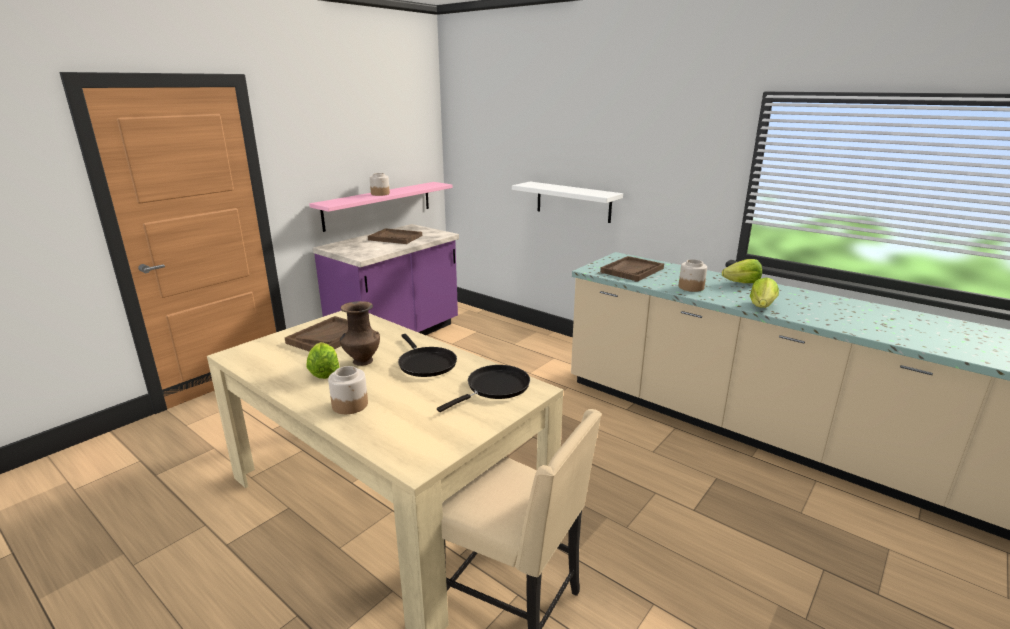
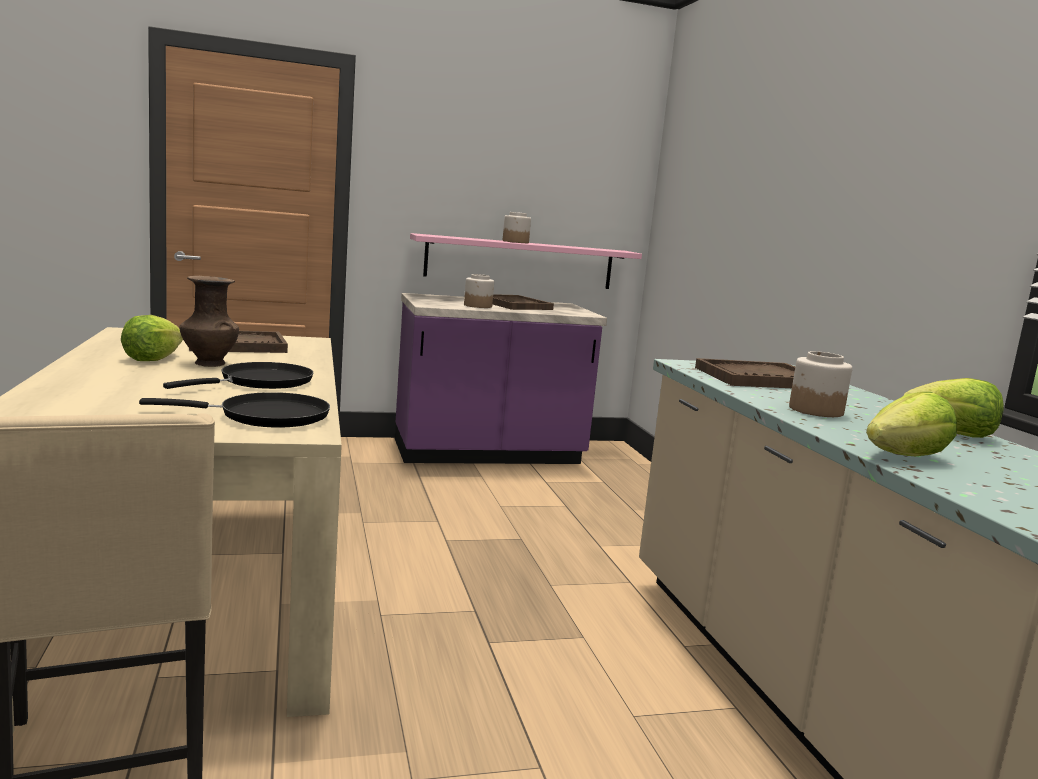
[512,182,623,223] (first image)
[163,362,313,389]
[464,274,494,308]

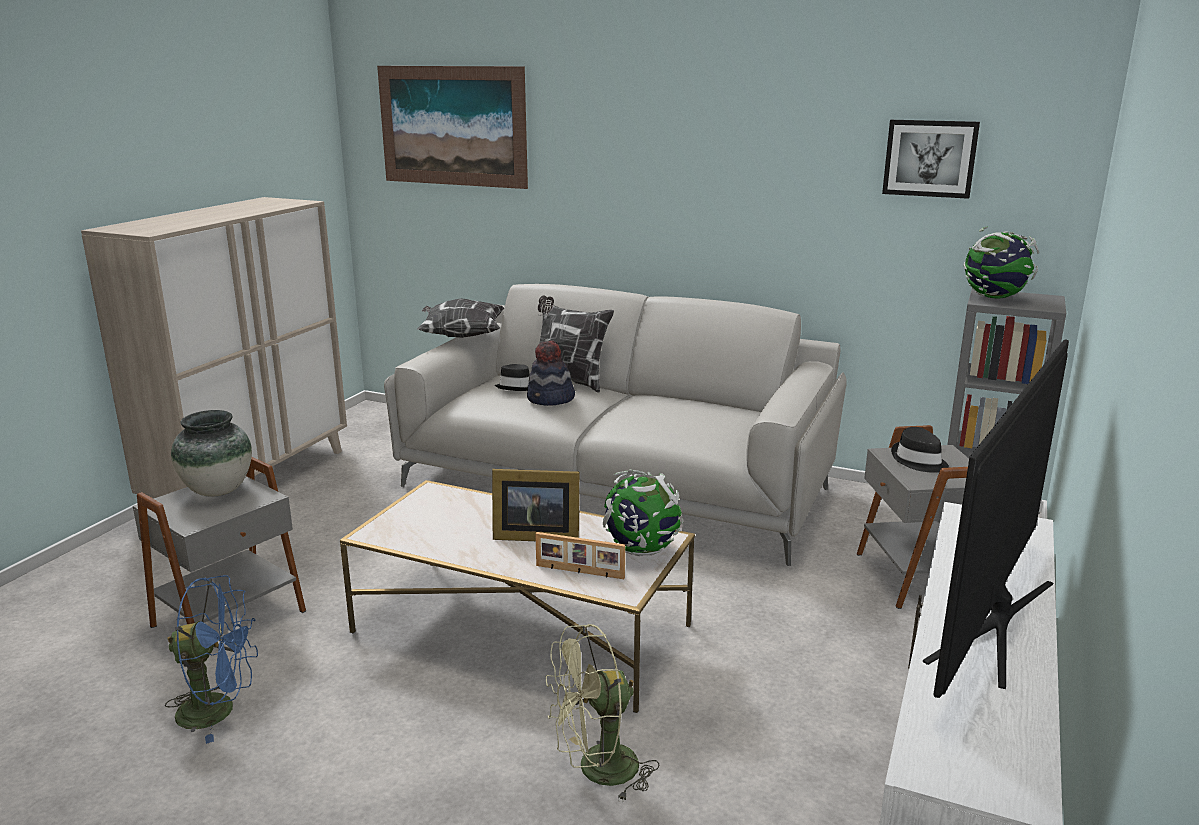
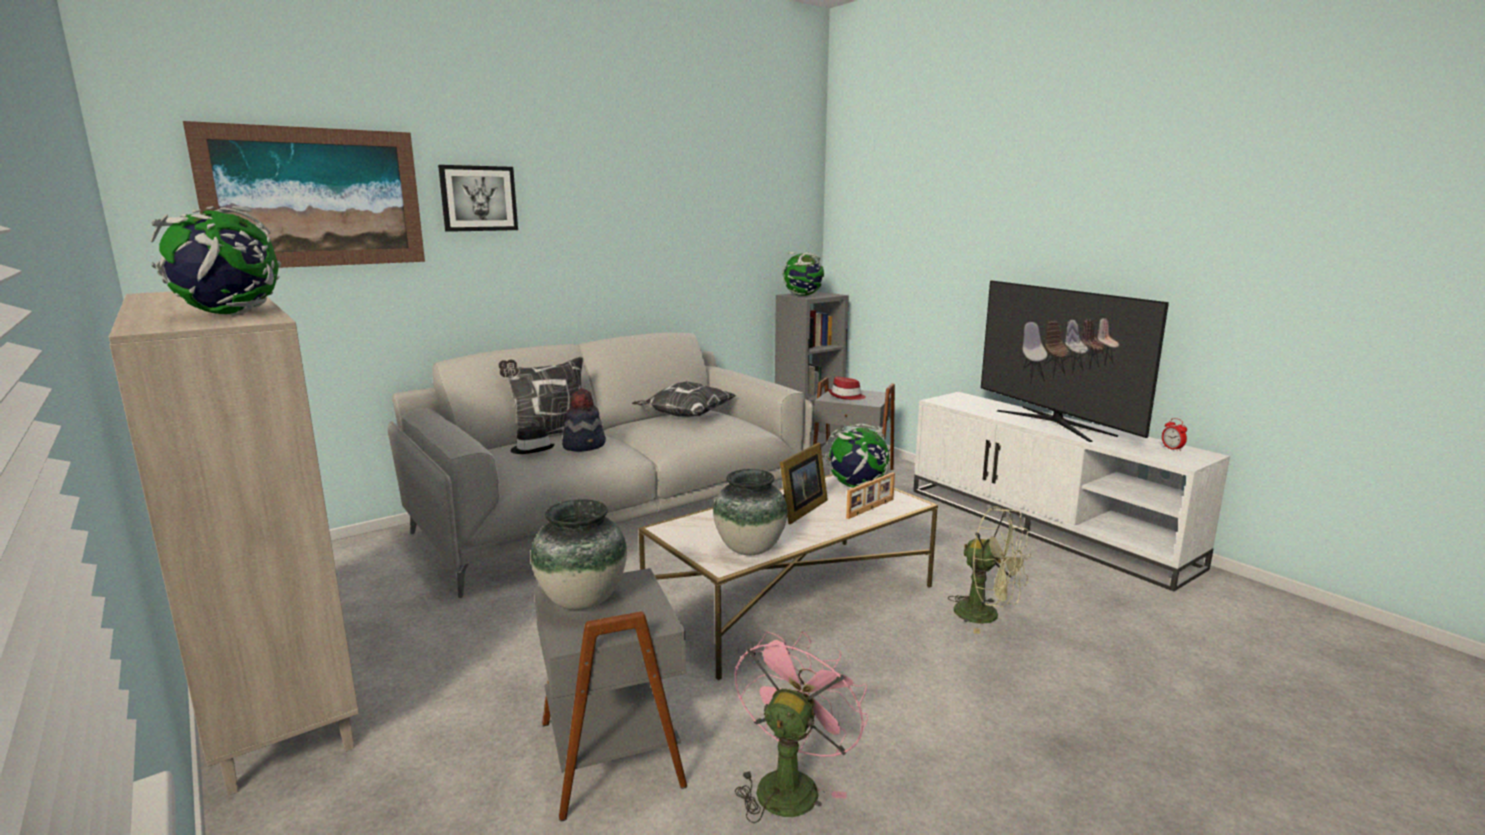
[438,165,518,232]
[632,381,737,417]
[828,376,866,400]
[735,631,868,823]
[948,506,1031,634]
[150,206,281,315]
[1162,418,1187,451]
[713,469,787,555]

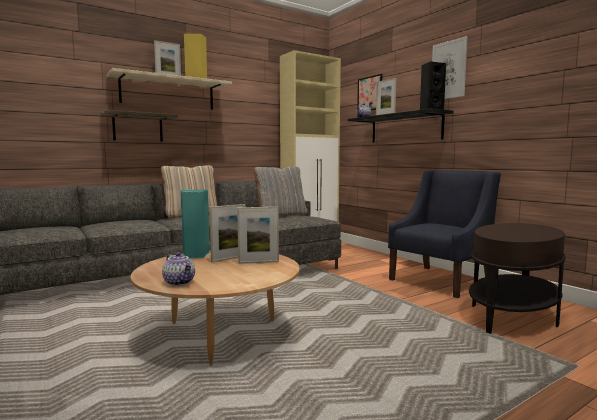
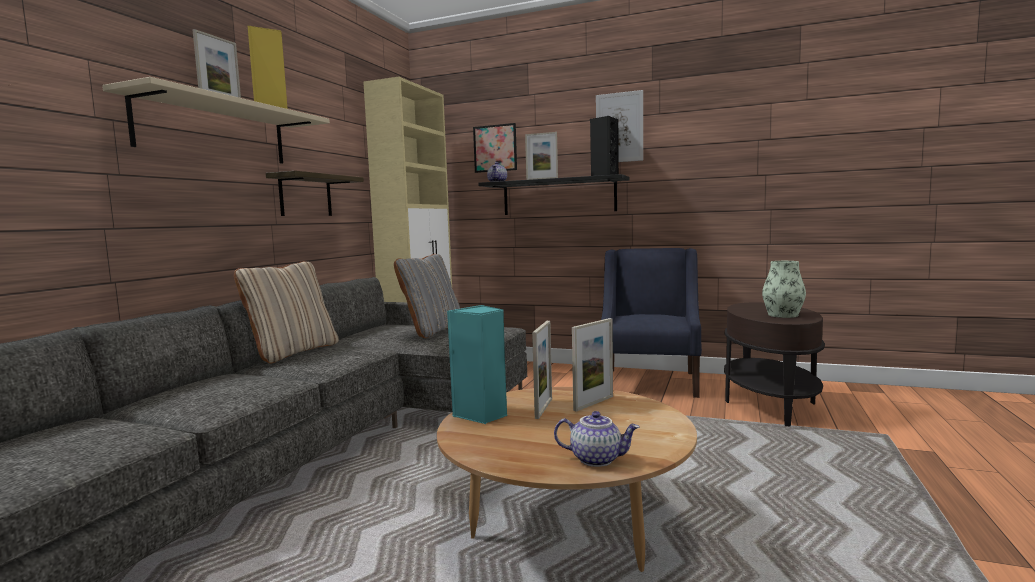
[266,171,364,216]
[762,261,806,318]

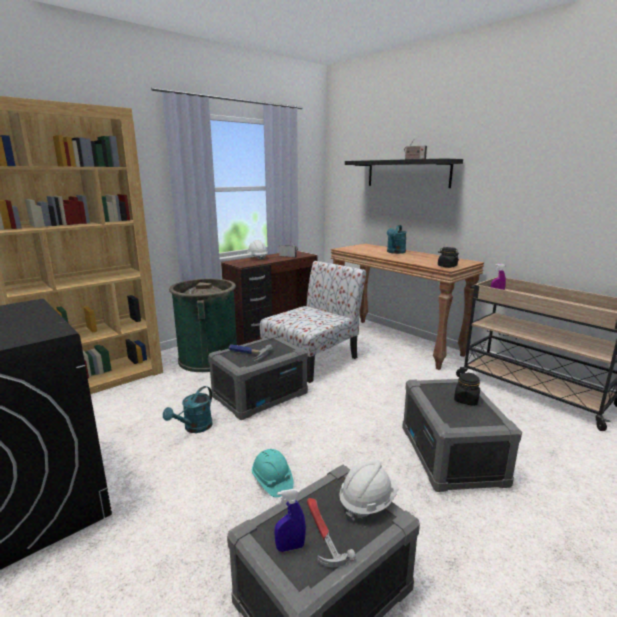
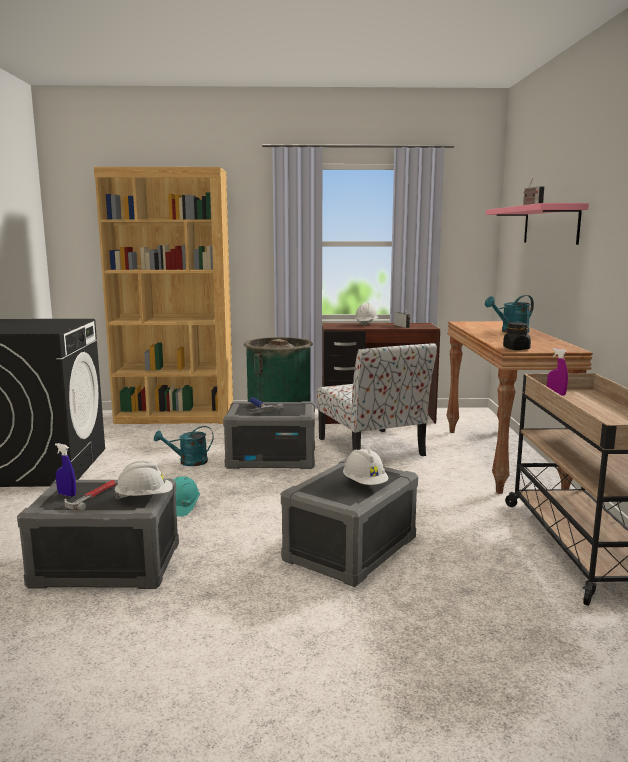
[485,203,589,245]
[317,343,437,456]
[343,448,389,485]

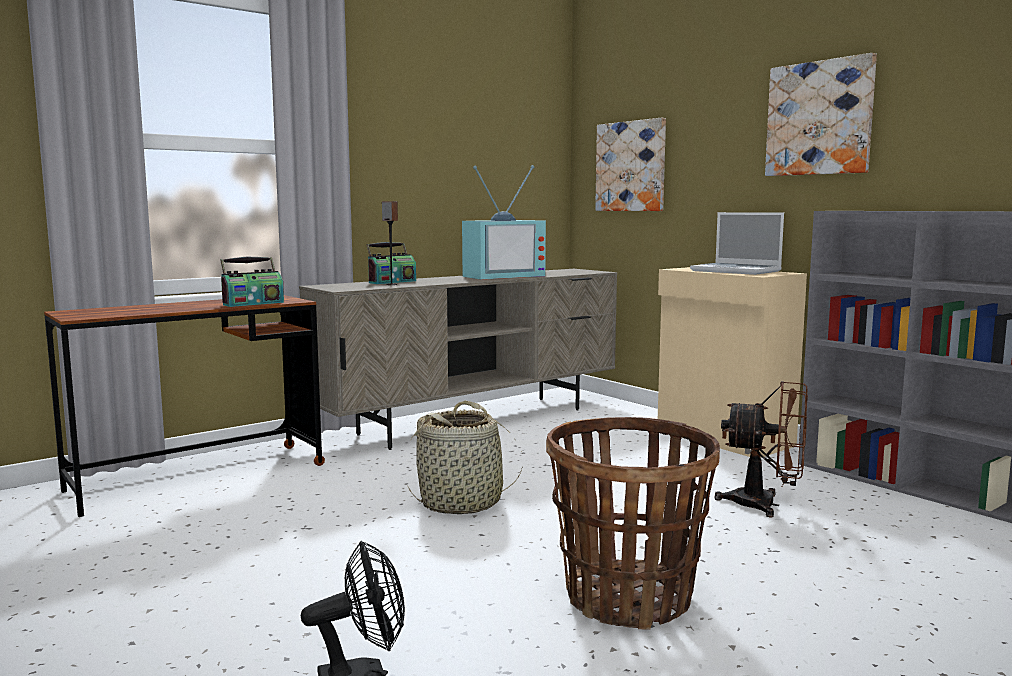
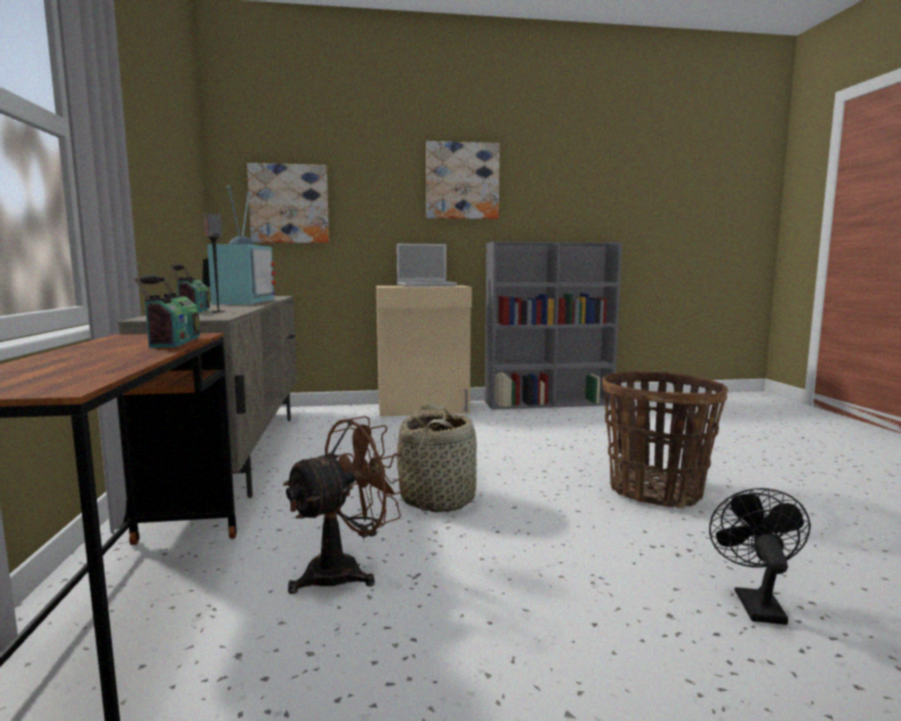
[283,416,408,594]

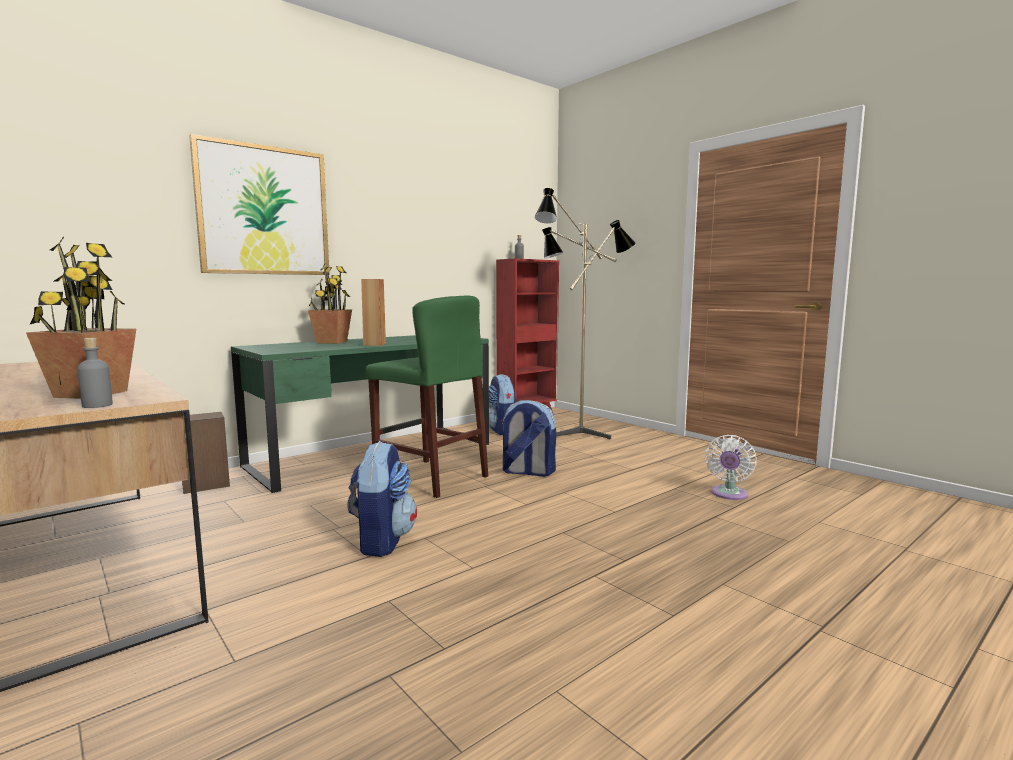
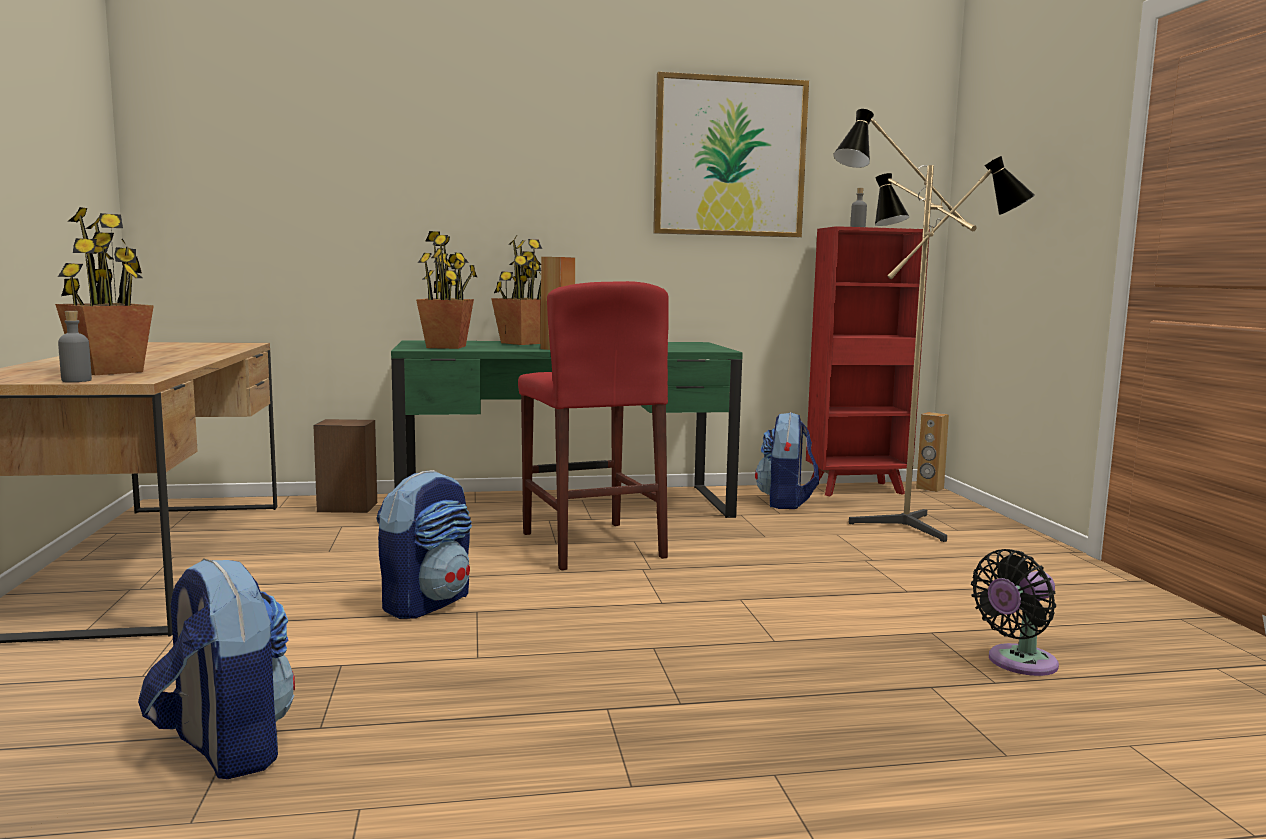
[653,72,809,237]
[518,281,669,570]
[138,558,295,779]
[971,549,1059,676]
[416,231,477,349]
[916,412,949,492]

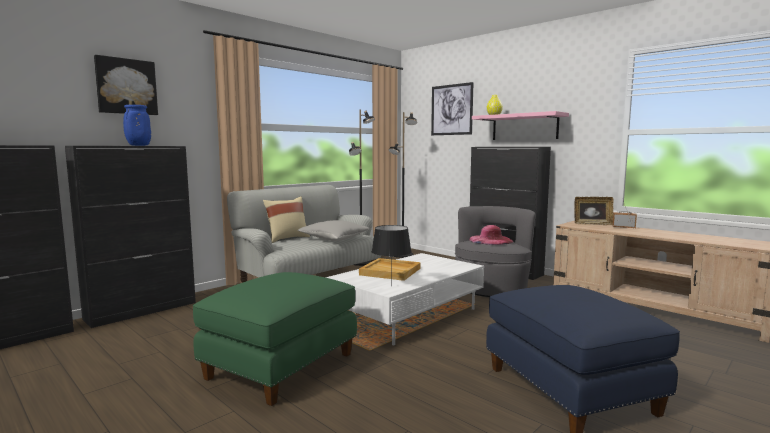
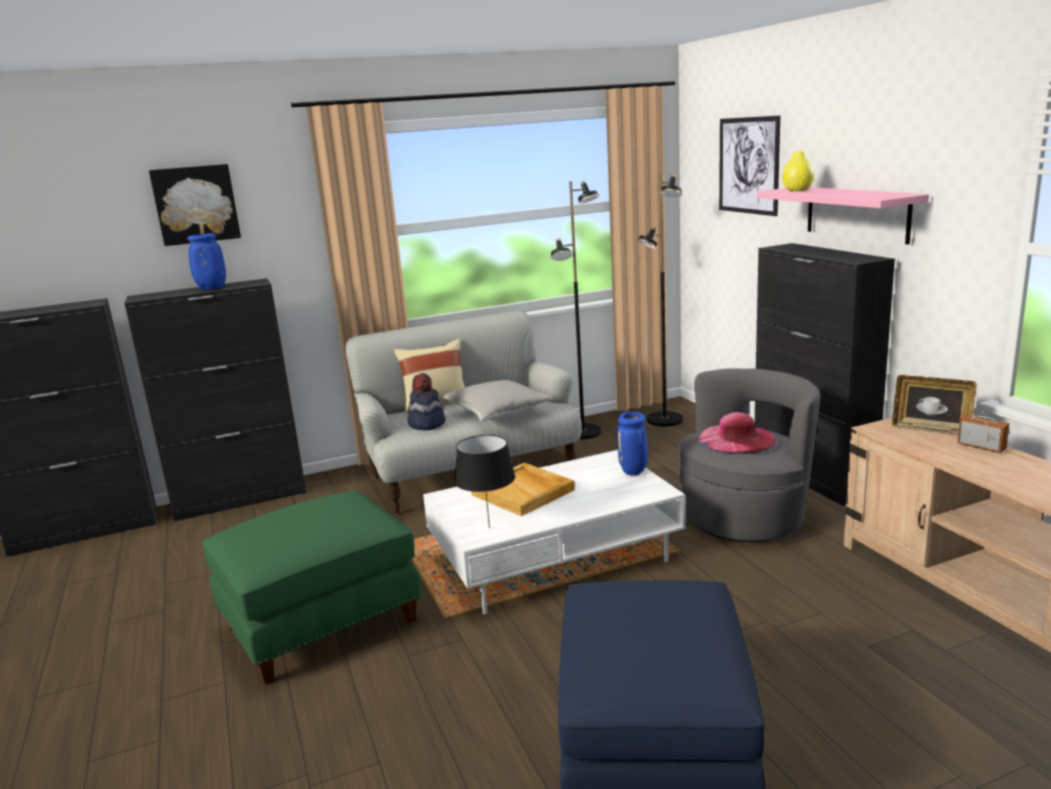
[408,373,446,430]
[617,412,648,475]

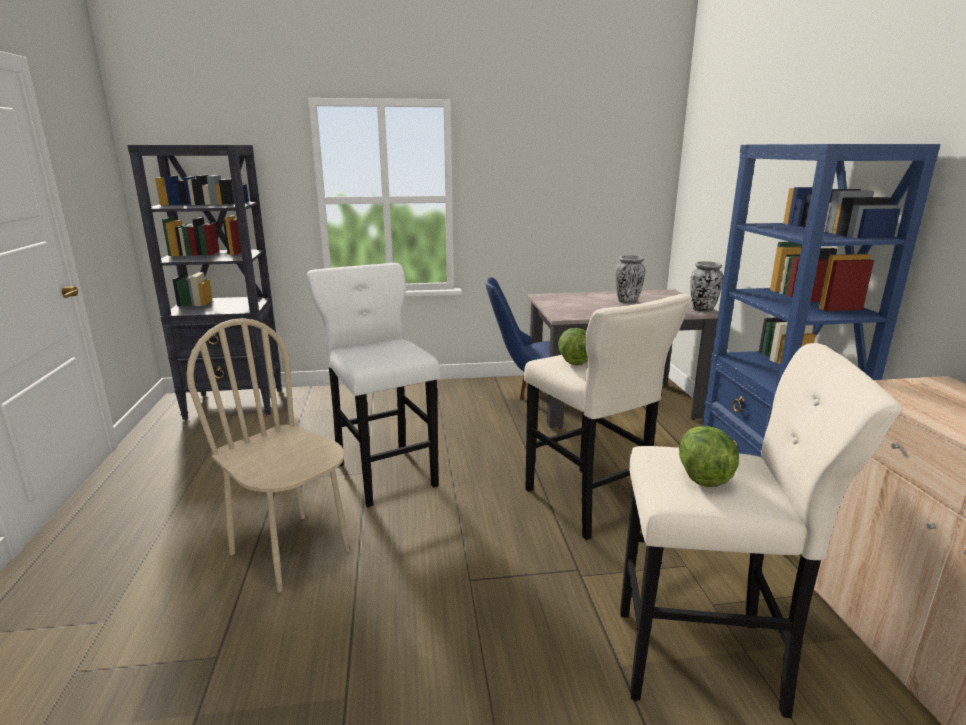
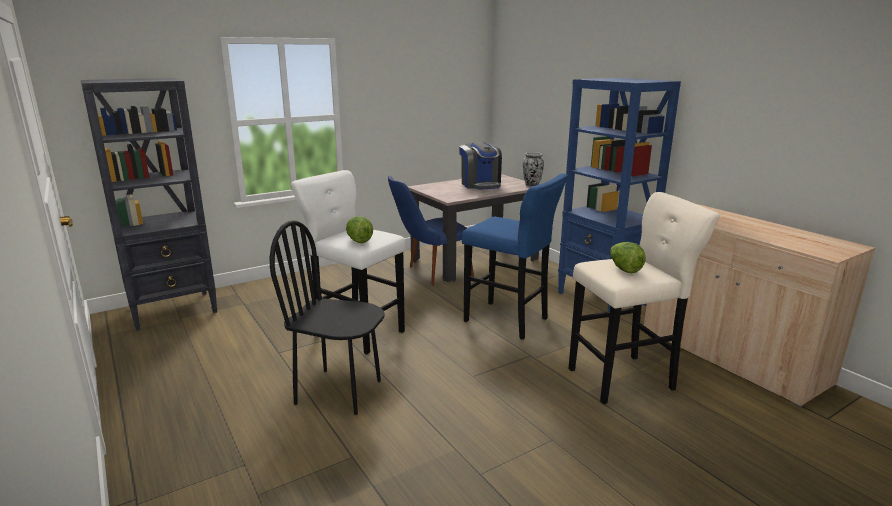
[459,142,502,190]
[462,174,568,340]
[270,220,385,415]
[346,216,373,243]

